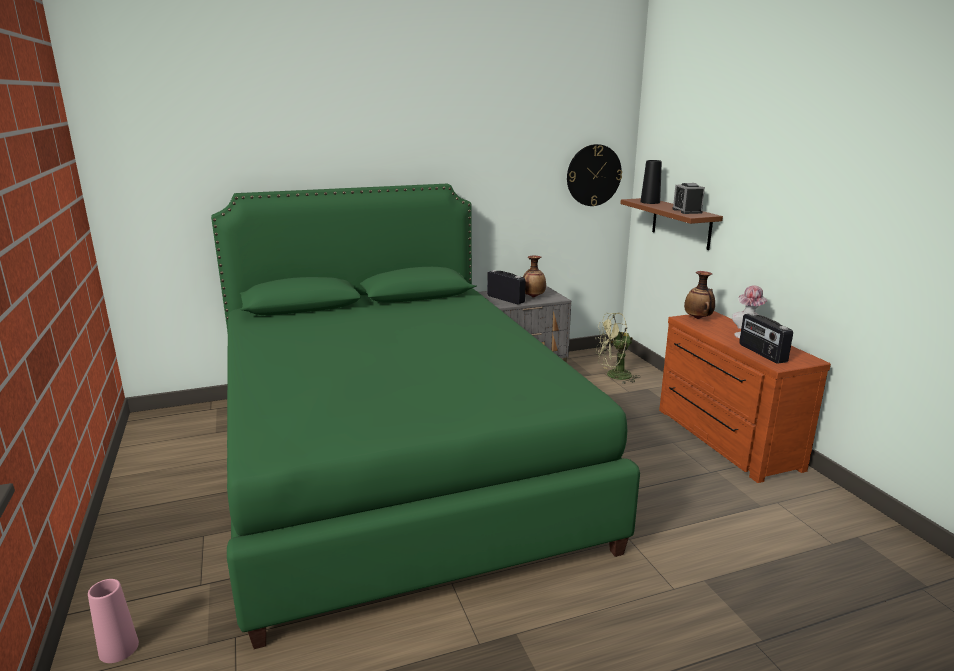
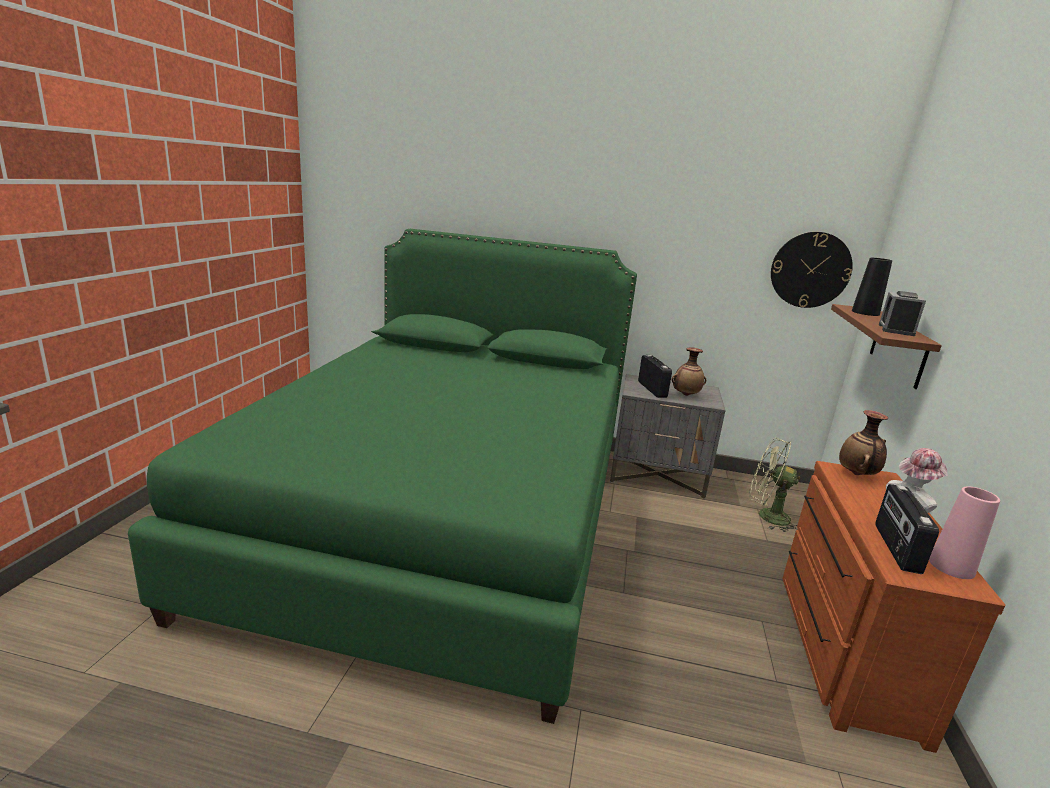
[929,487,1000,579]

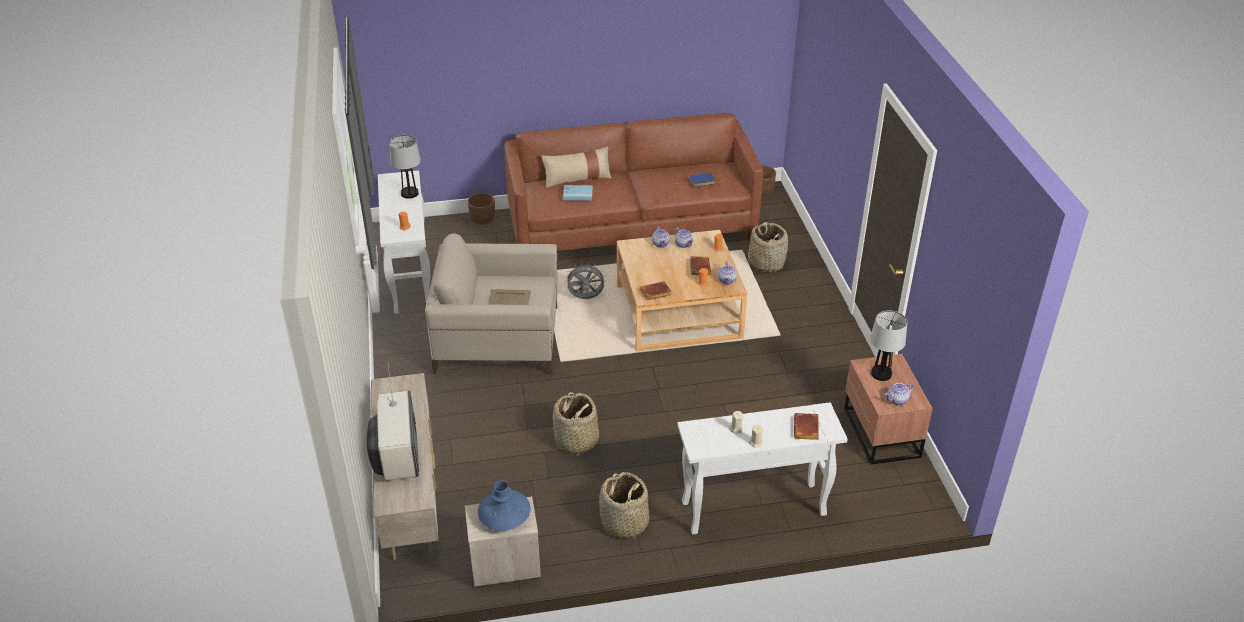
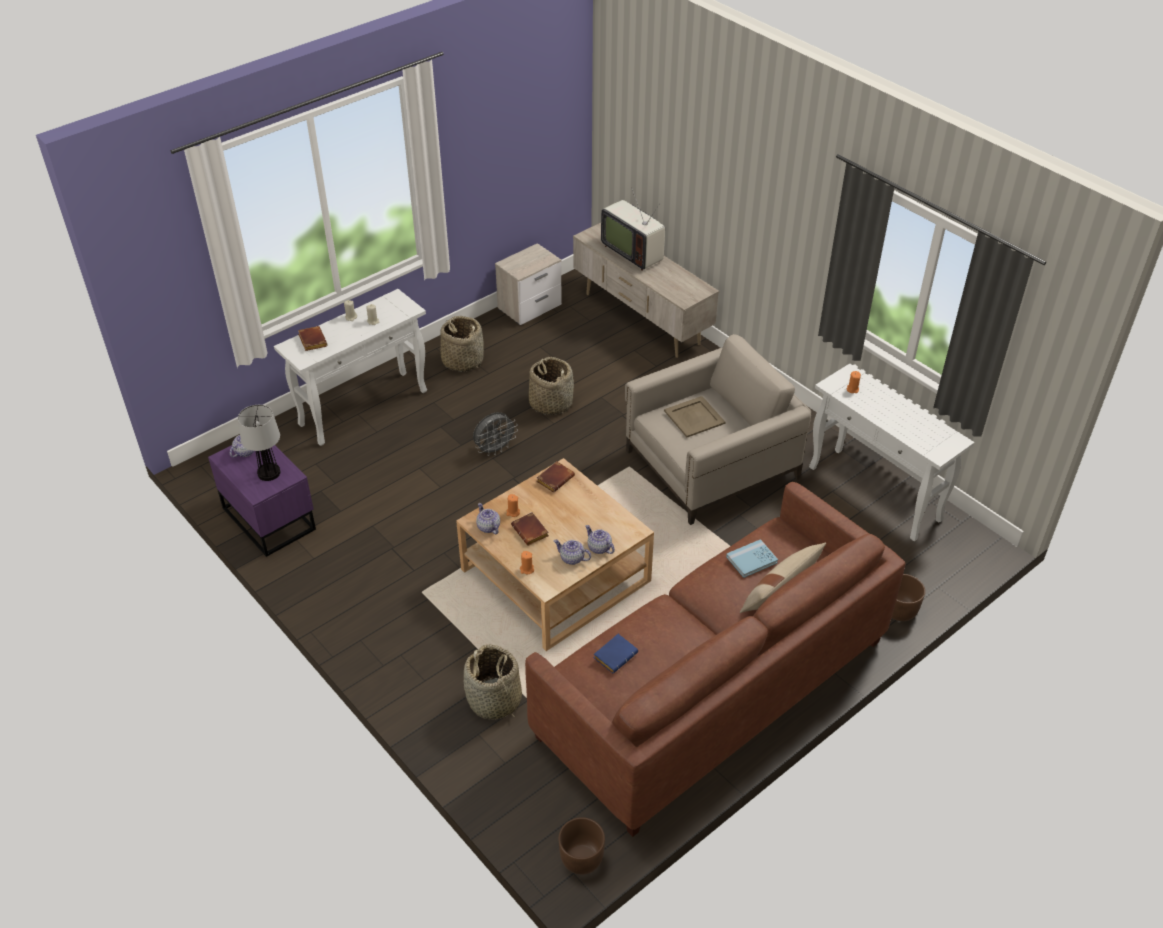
[389,135,421,199] (first image)
[473,412,518,456]
[208,445,316,557]
[478,480,531,531] (first image)

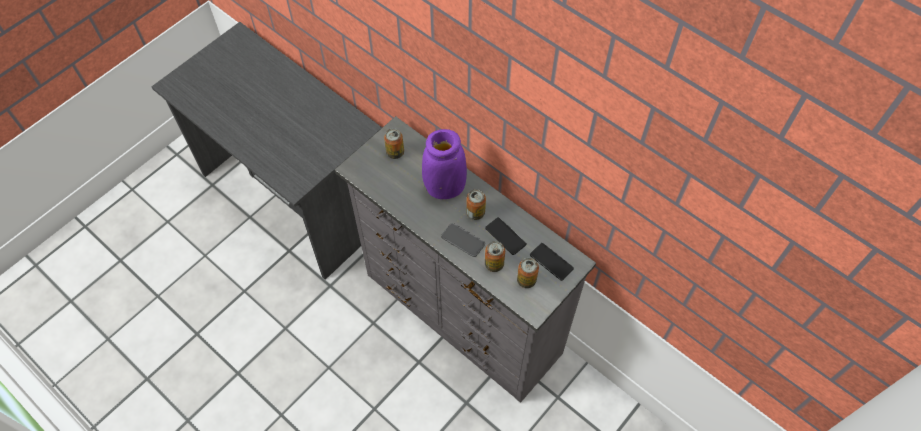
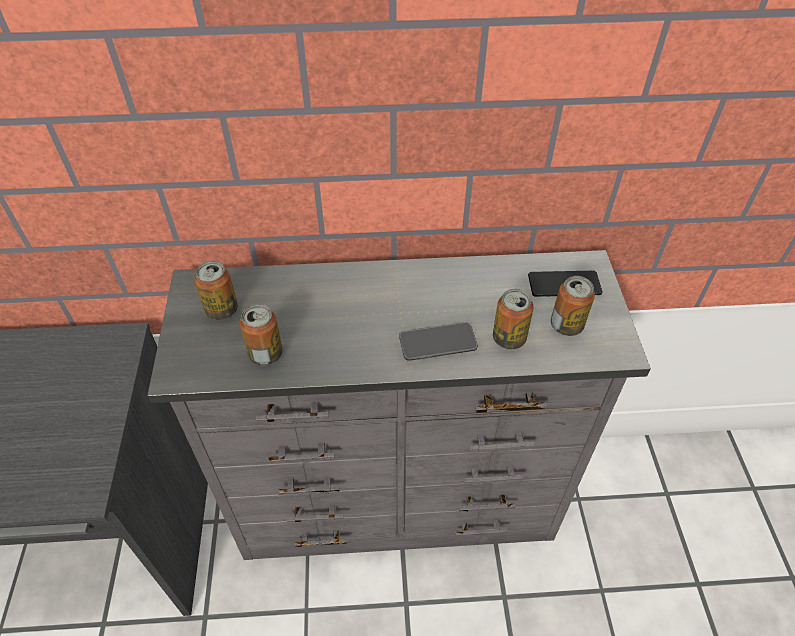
[422,129,467,199] (first image)
[240,304,283,365]
[485,217,527,255] (first image)

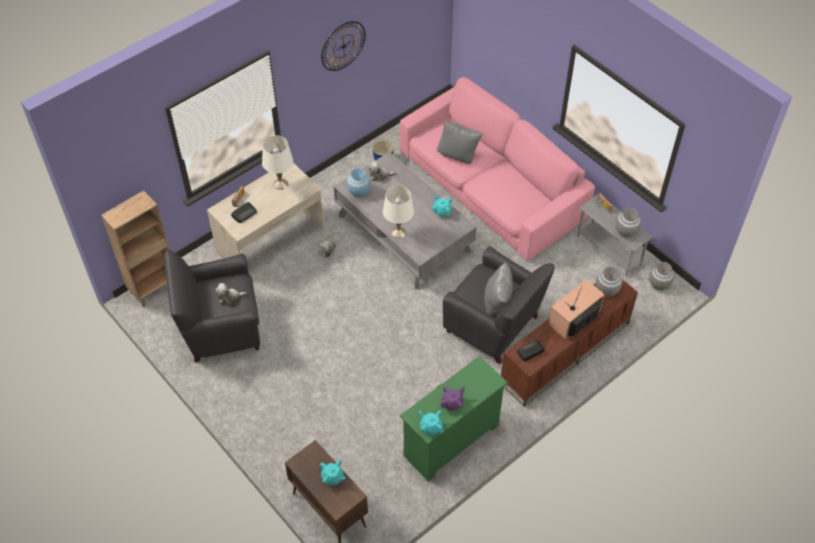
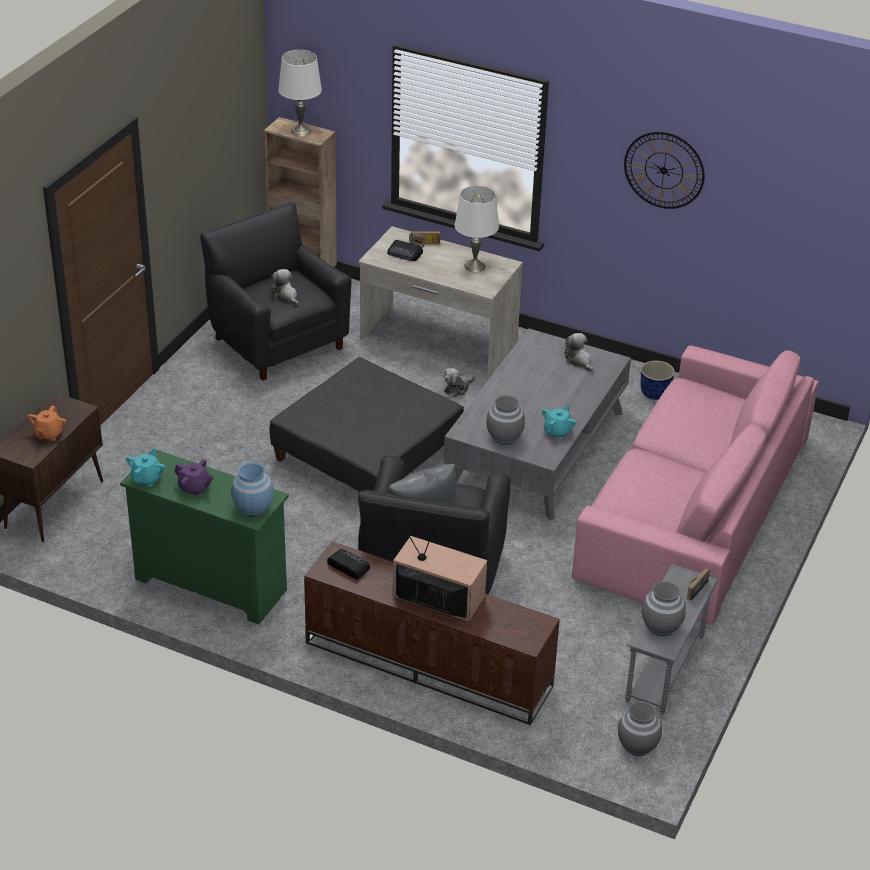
[437,121,483,164] (first image)
[231,462,274,517]
[278,50,322,137]
[487,395,525,445]
[27,405,66,441]
[269,357,464,491]

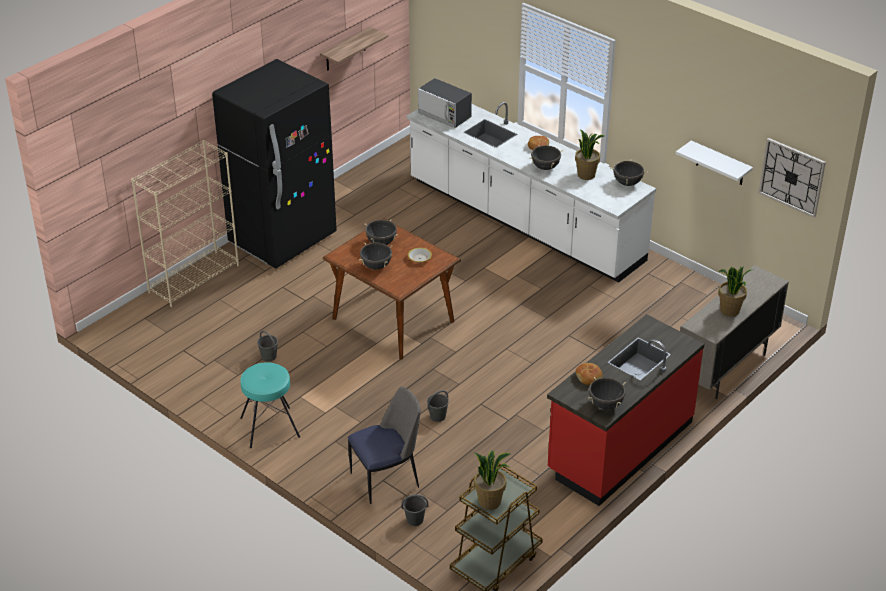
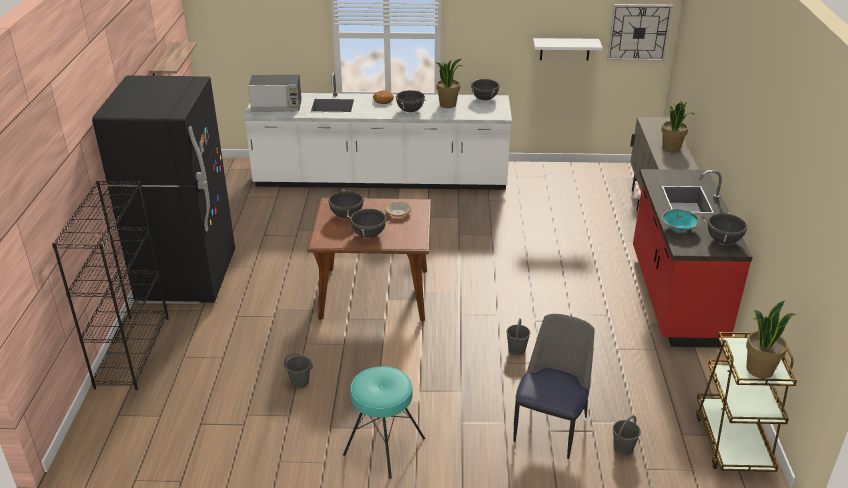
[52,181,169,390]
[661,209,700,232]

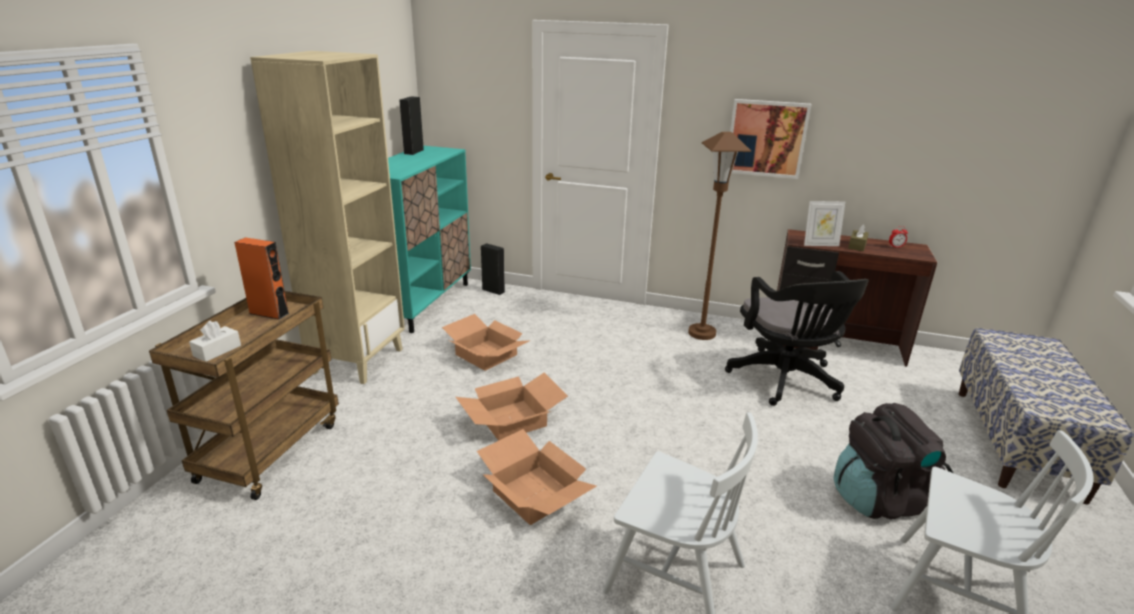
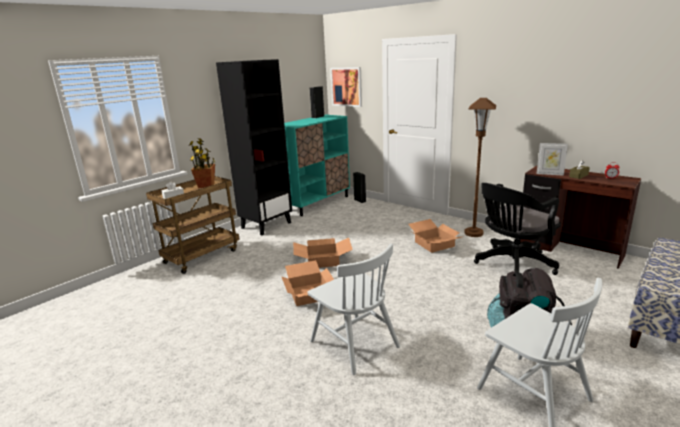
[216,59,292,236]
[330,67,362,107]
[188,138,216,188]
[474,183,561,275]
[408,219,461,253]

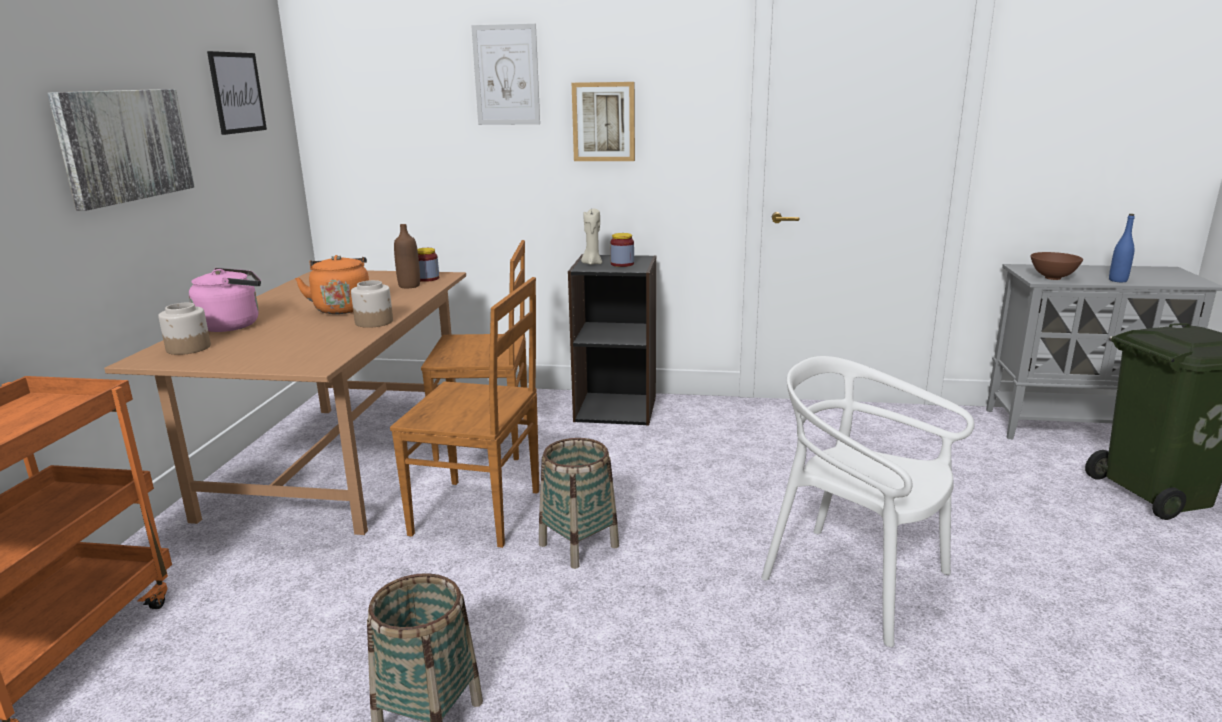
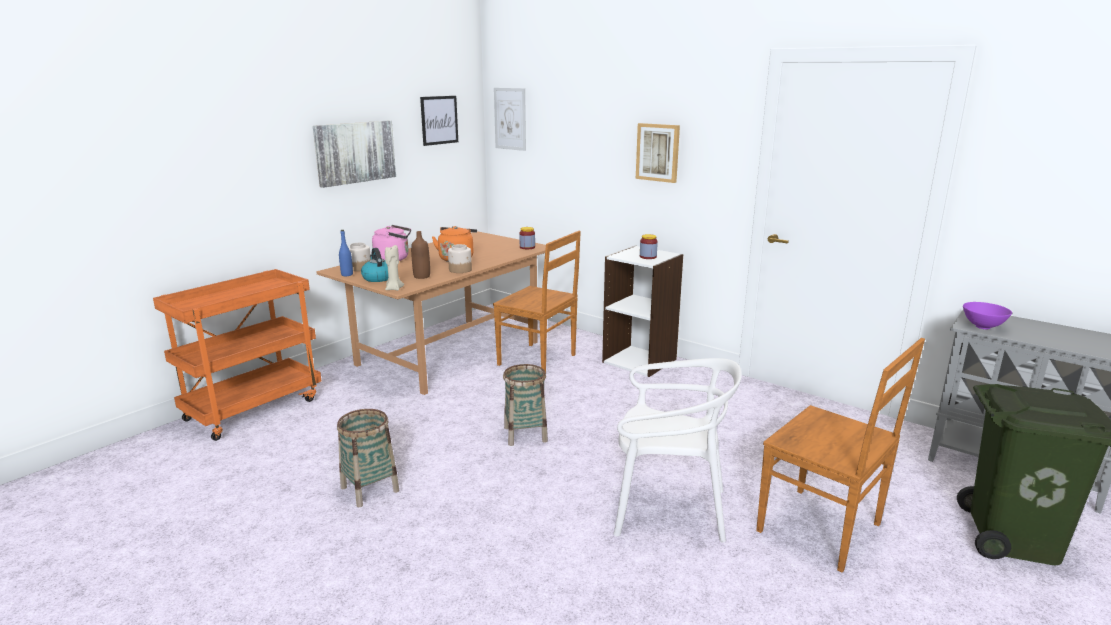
[494,88,526,151]
[385,245,404,291]
[339,230,353,276]
[411,231,430,279]
[963,302,1012,329]
[602,246,683,377]
[756,338,925,572]
[614,358,742,543]
[361,248,388,282]

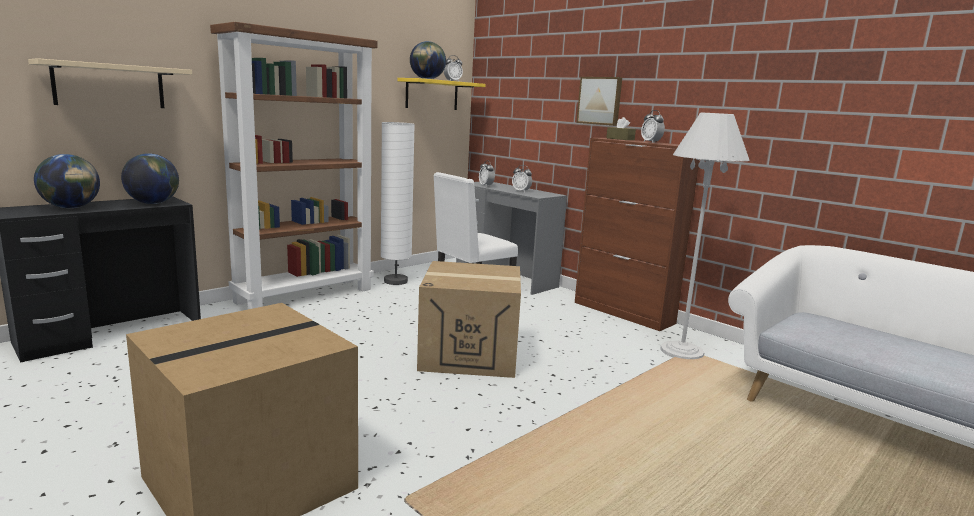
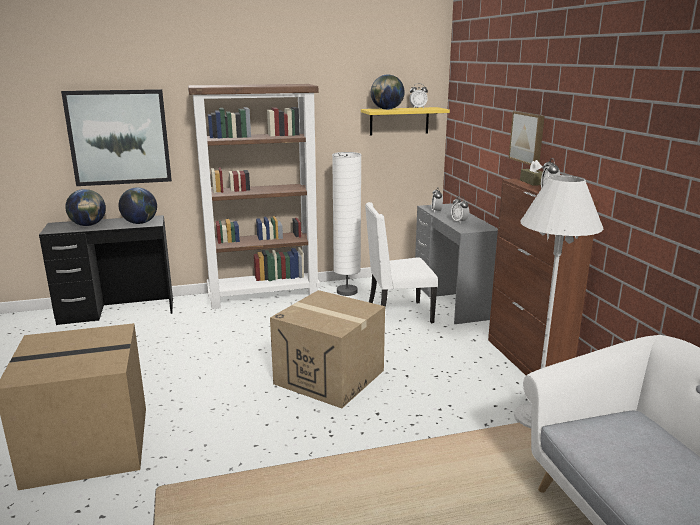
[61,89,172,186]

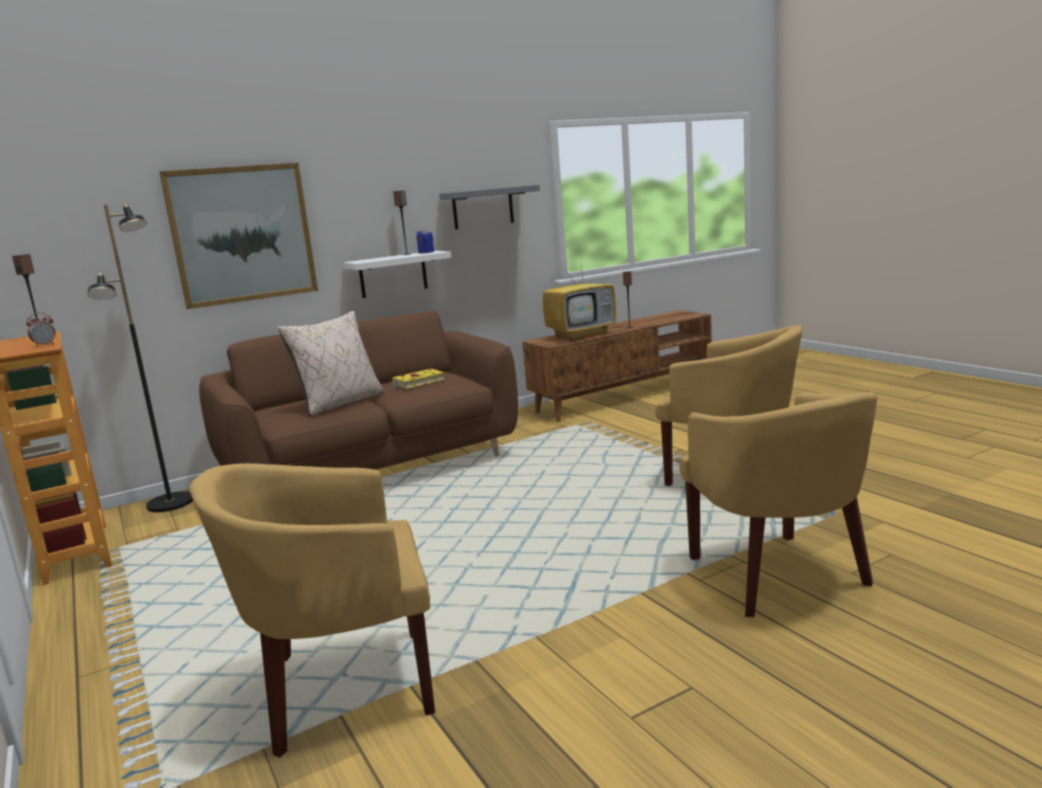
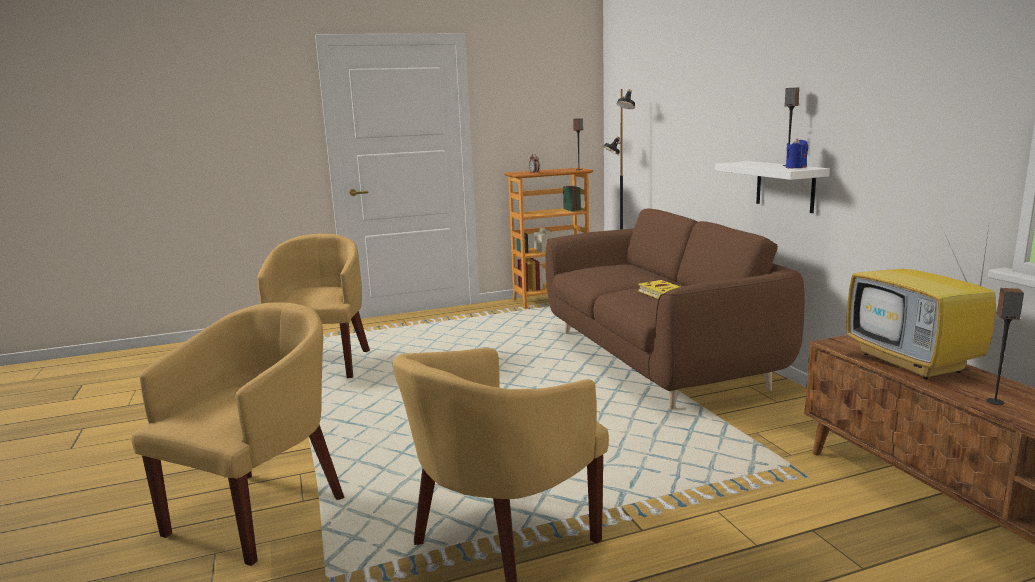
[159,163,318,309] (first image)
[439,185,540,229] (first image)
[278,311,383,416] (first image)
[132,302,345,566]

